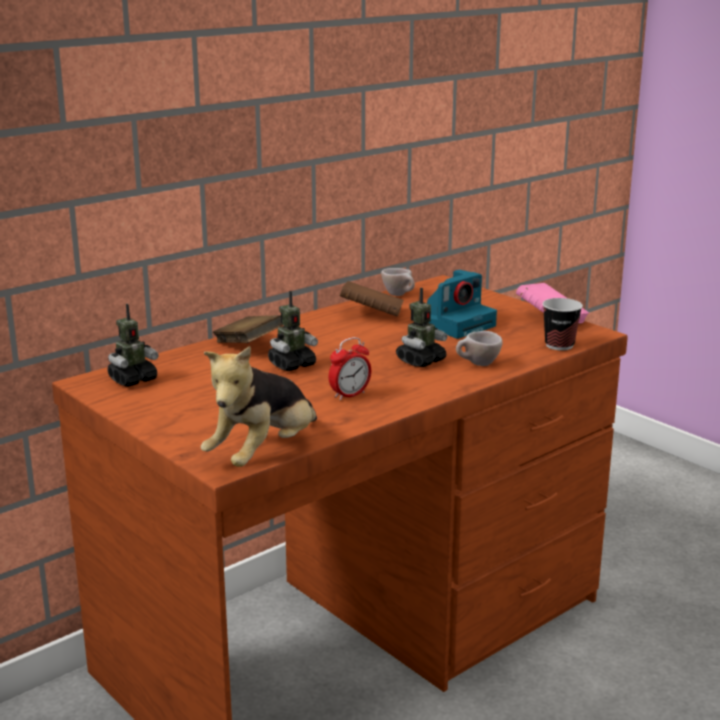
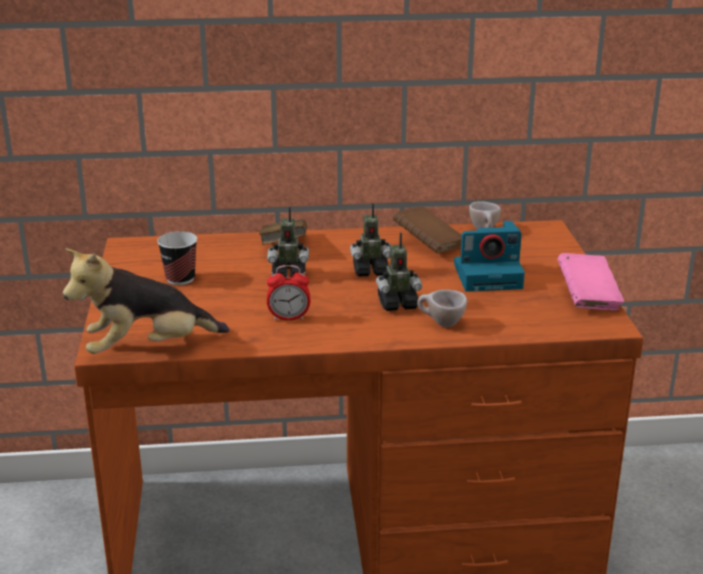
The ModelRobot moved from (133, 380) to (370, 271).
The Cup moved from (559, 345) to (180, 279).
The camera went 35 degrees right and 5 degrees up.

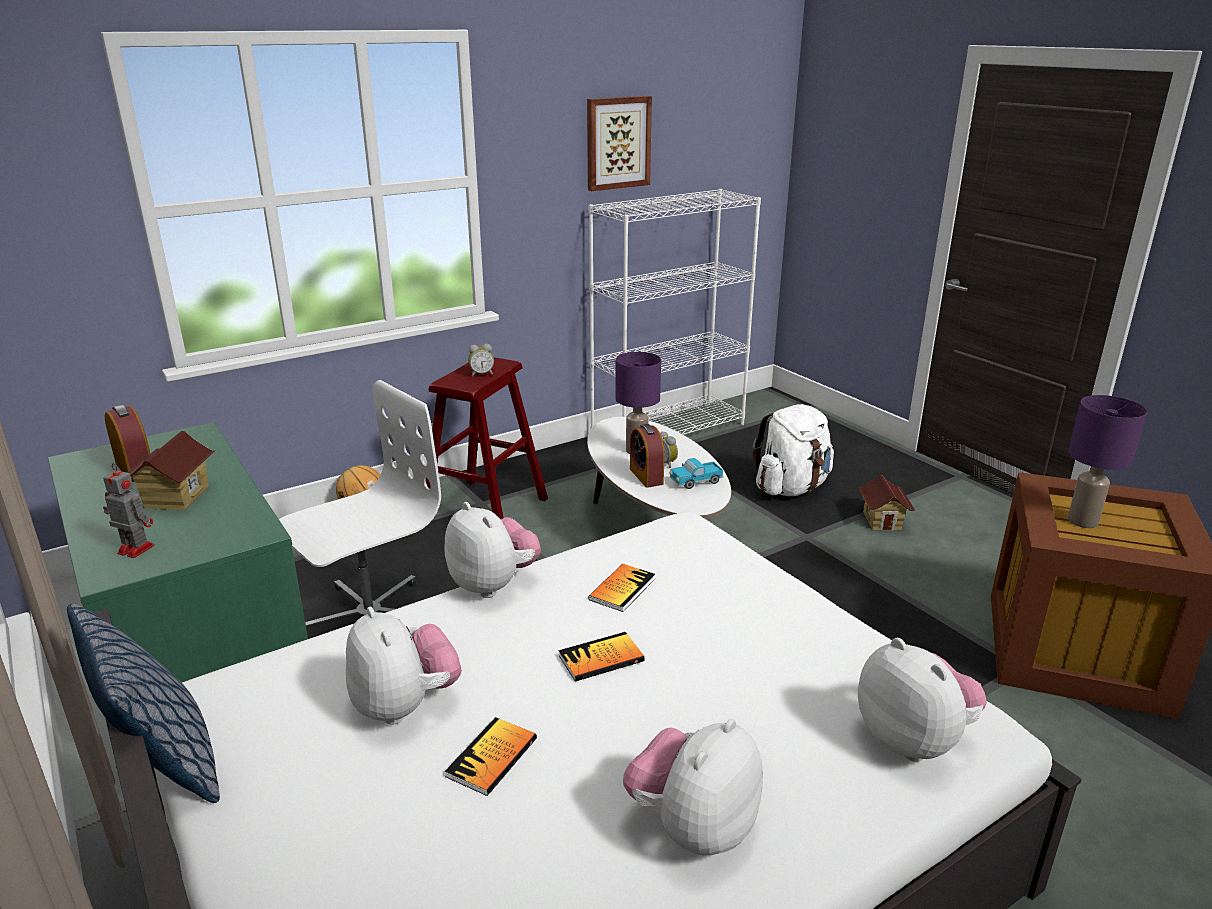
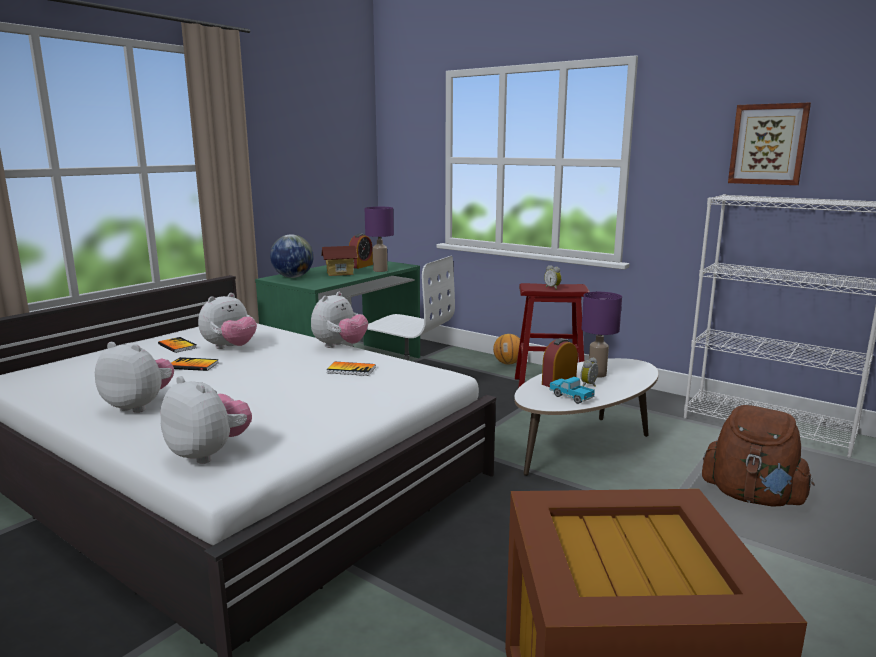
The Pillow at (165, 765) disappeared.
The ModelRobot at (134, 549) was replaced by the WorldGlobe at (293, 277).
The Book moved from (601, 658) to (177, 346).
The WhitishBackpack at (791, 488) became the BrownishBackpack at (752, 497).
The ModelHouse at (882, 520) disappeared.
The PlushToy at (913, 740) turned 90 degrees counterclockwise.
The PurplishTabletopLamp moved from (1081, 521) to (380, 270).
The camera went 70 degrees right and 10 degrees down.

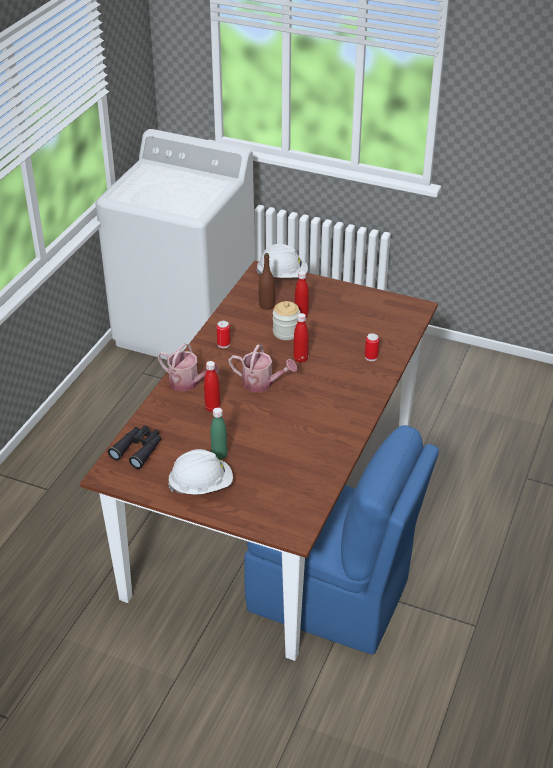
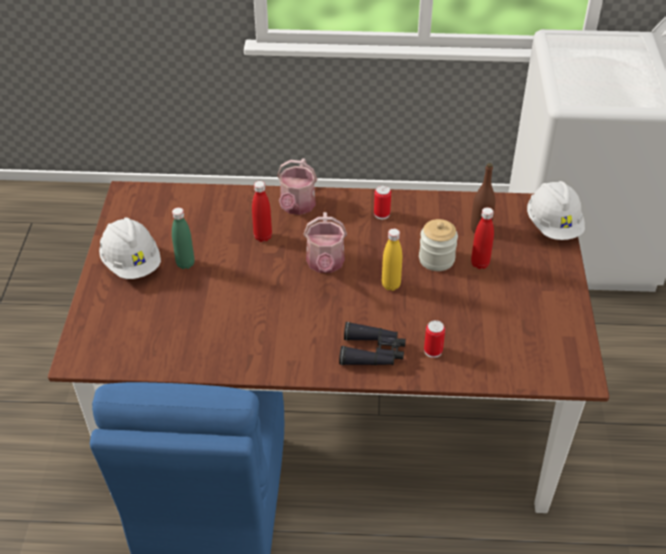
The BlackPairOfBinoculars moved from (138, 449) to (373, 352).
The RedBeverageBottle at (300, 359) became the YellowBeverageBottle at (391, 285).
The camera went 70 degrees right and 5 degrees up.

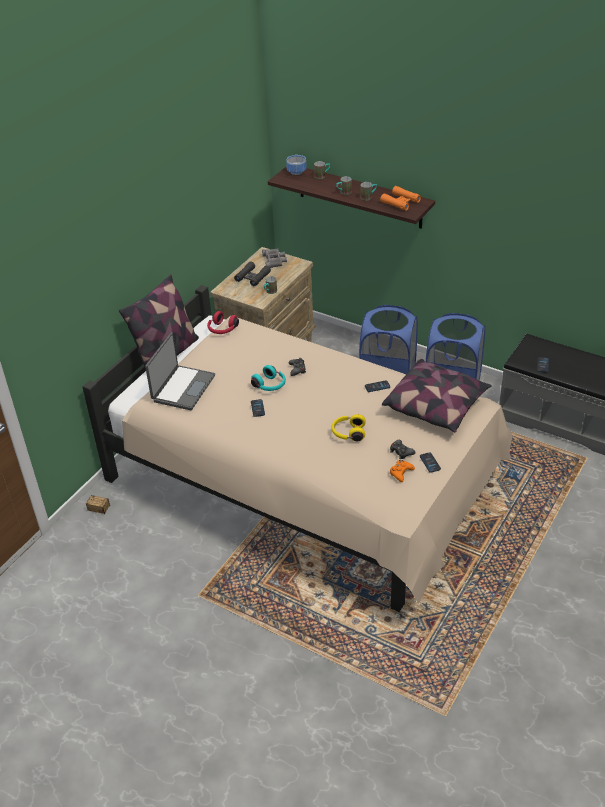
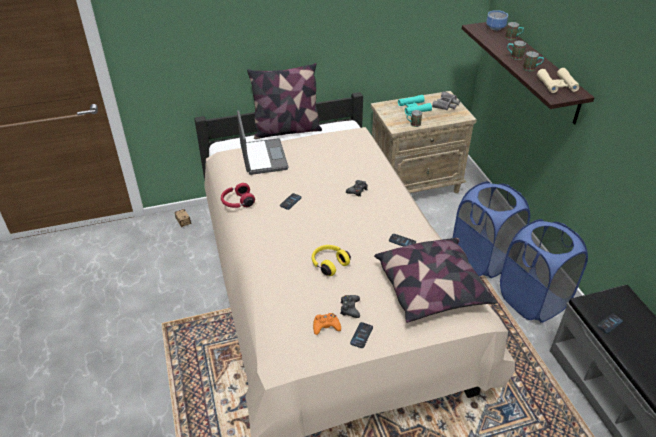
The PortableComputer at (182, 388) turned 75 degrees counterclockwise.
The RedHeadset moved from (222, 329) to (237, 202).
The BlackPairOfBinoculars at (252, 277) became the TurquoiseColouredPairOfBinoculars at (414, 108).
The TurquoiseColouredHeadset at (270, 385) disappeared.
The OrangeColouredPairOfBinoculars at (400, 202) became the BeigePairOfBinoculars at (556, 84).
The camera went 40 degrees right and 0 degrees up.

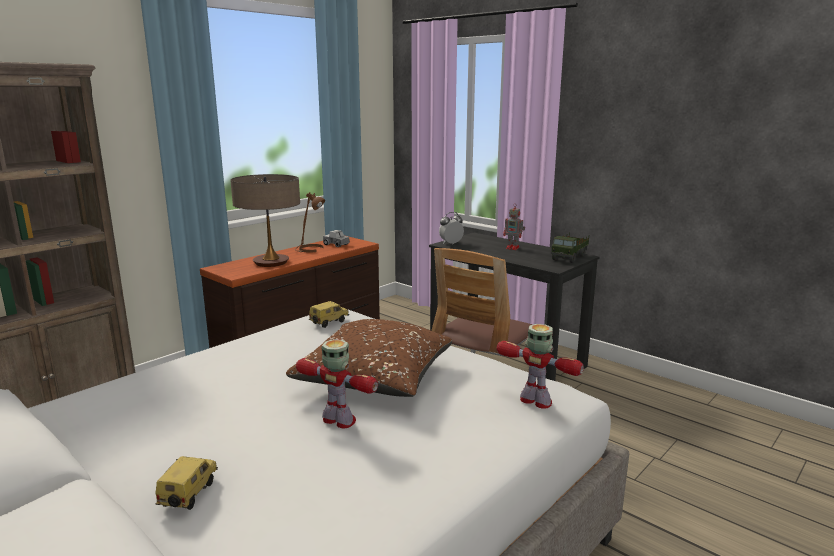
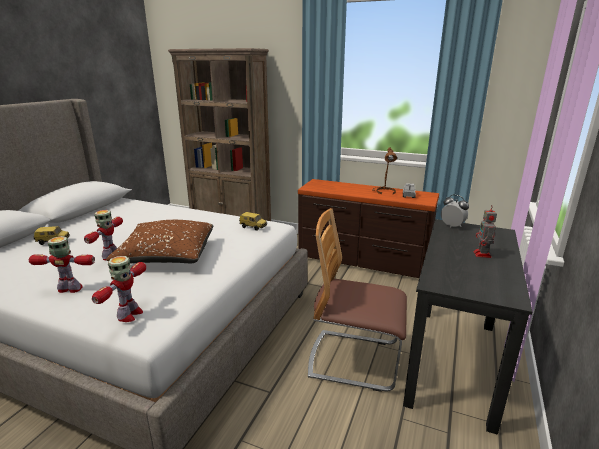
The TabletopLamp at (271, 262) disappeared.
The ToyTruck at (569, 257) disappeared.
The ModelRobot at (70, 289) appeared.
The camera went 70 degrees right and 5 degrees up.

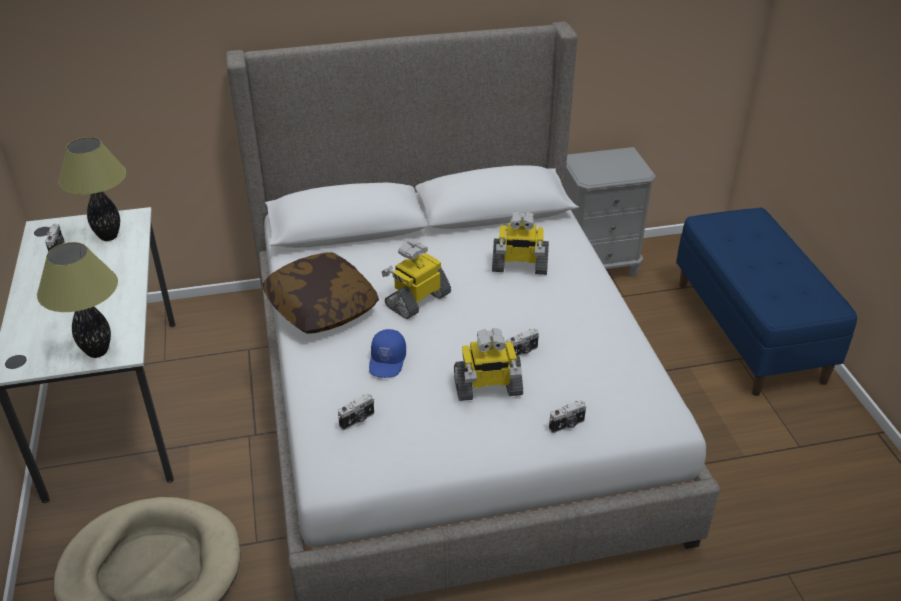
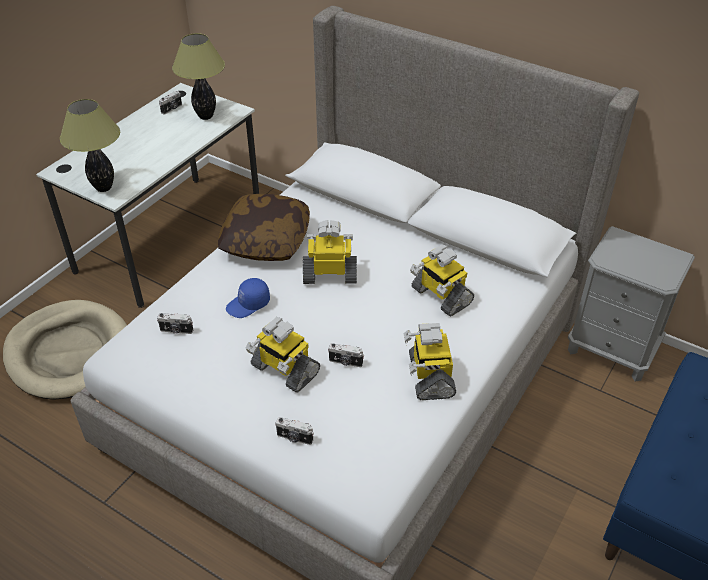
The ModelRobot at (429, 376) appeared.
The camera went 45 degrees right and 5 degrees up.

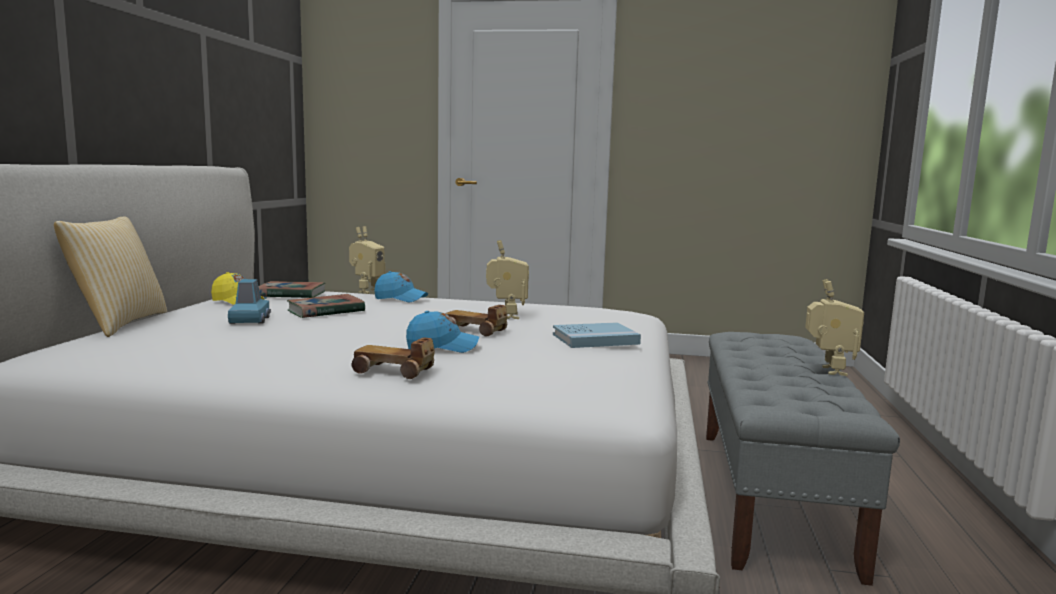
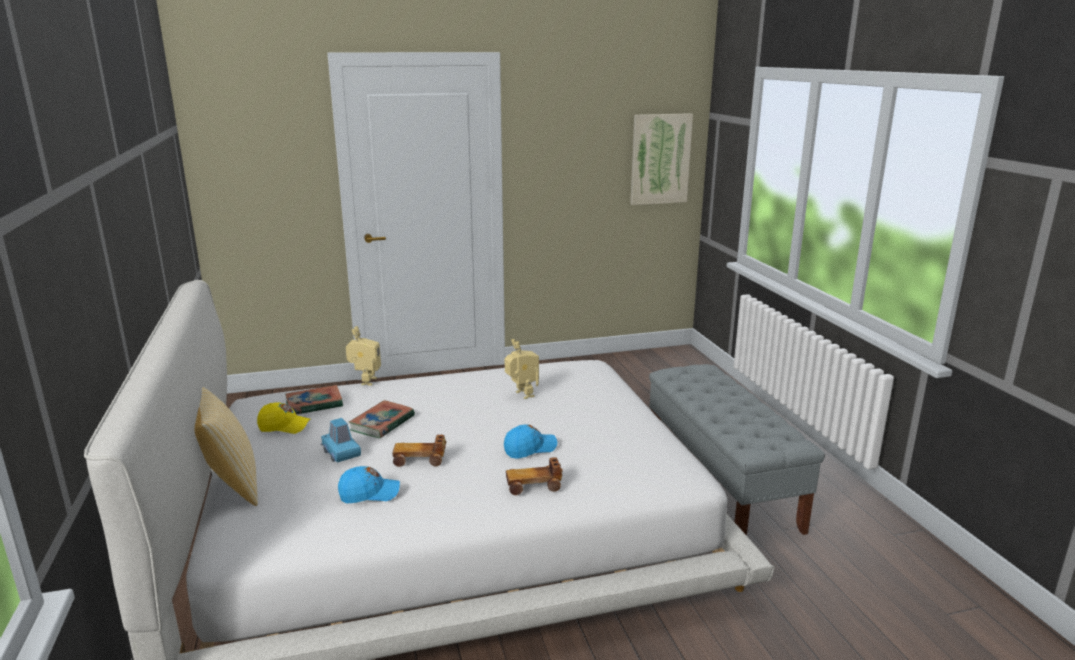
The BluishCap moved from (400, 299) to (369, 494).
The ModelCar moved from (475, 331) to (420, 459).
The BluishBook at (595, 339) disappeared.
The ModelRobot at (828, 370) disappeared.
The WallPicture at (660, 159) appeared.
The camera went 25 degrees left and 10 degrees up.

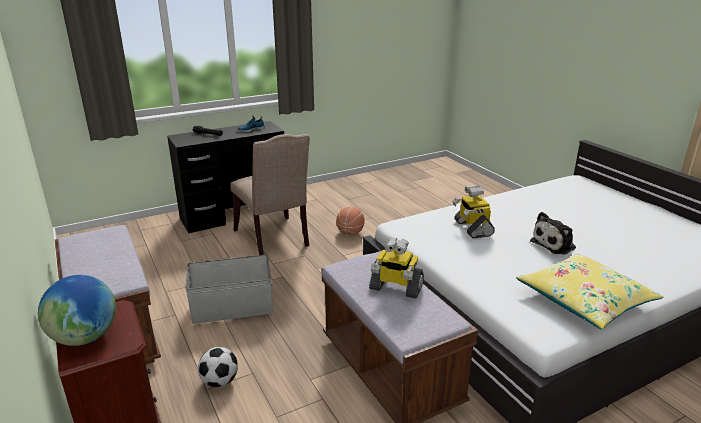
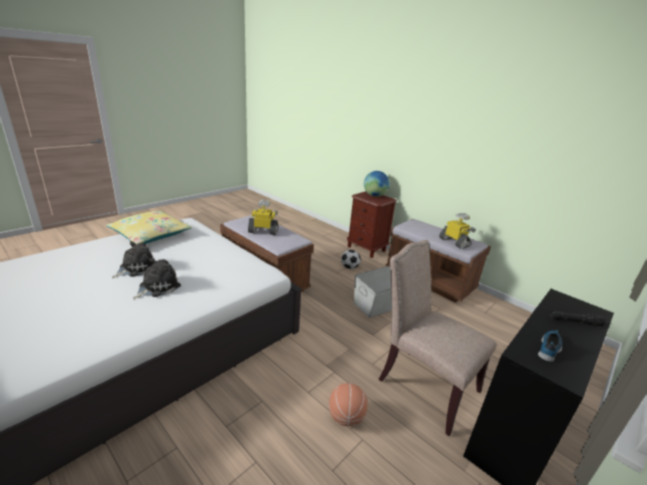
The ModelRobot moved from (472, 228) to (454, 242).
The PlushToy at (157, 287) appeared.
The camera went 160 degrees right and 0 degrees up.

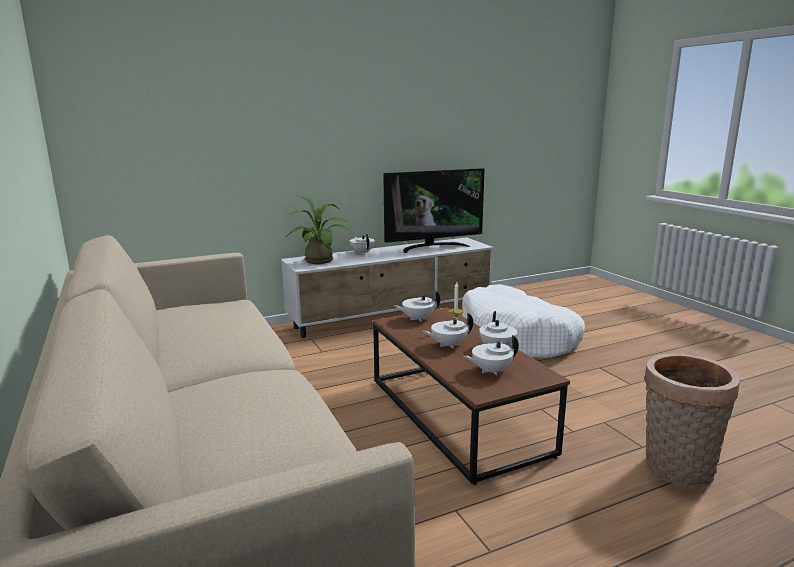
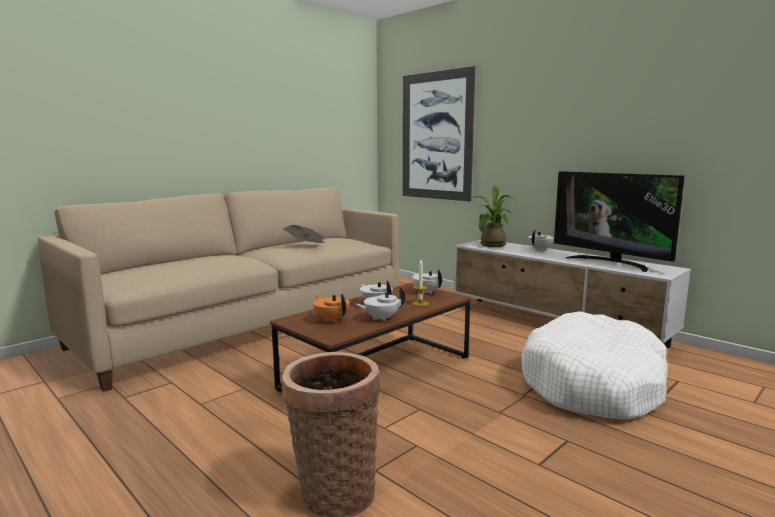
The WhitishTeaPot at (491, 371) became the OrangeColouredTeaPot at (331, 320).
The DailyPaper at (306, 246) appeared.
The WallPicture at (436, 136) appeared.
The camera went 70 degrees right and 5 degrees down.

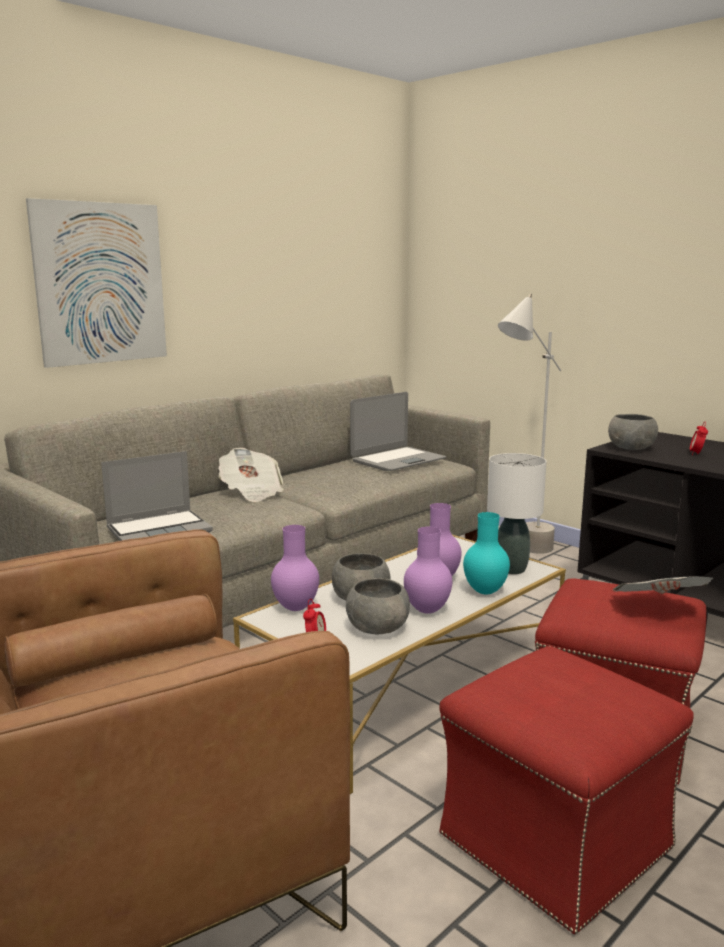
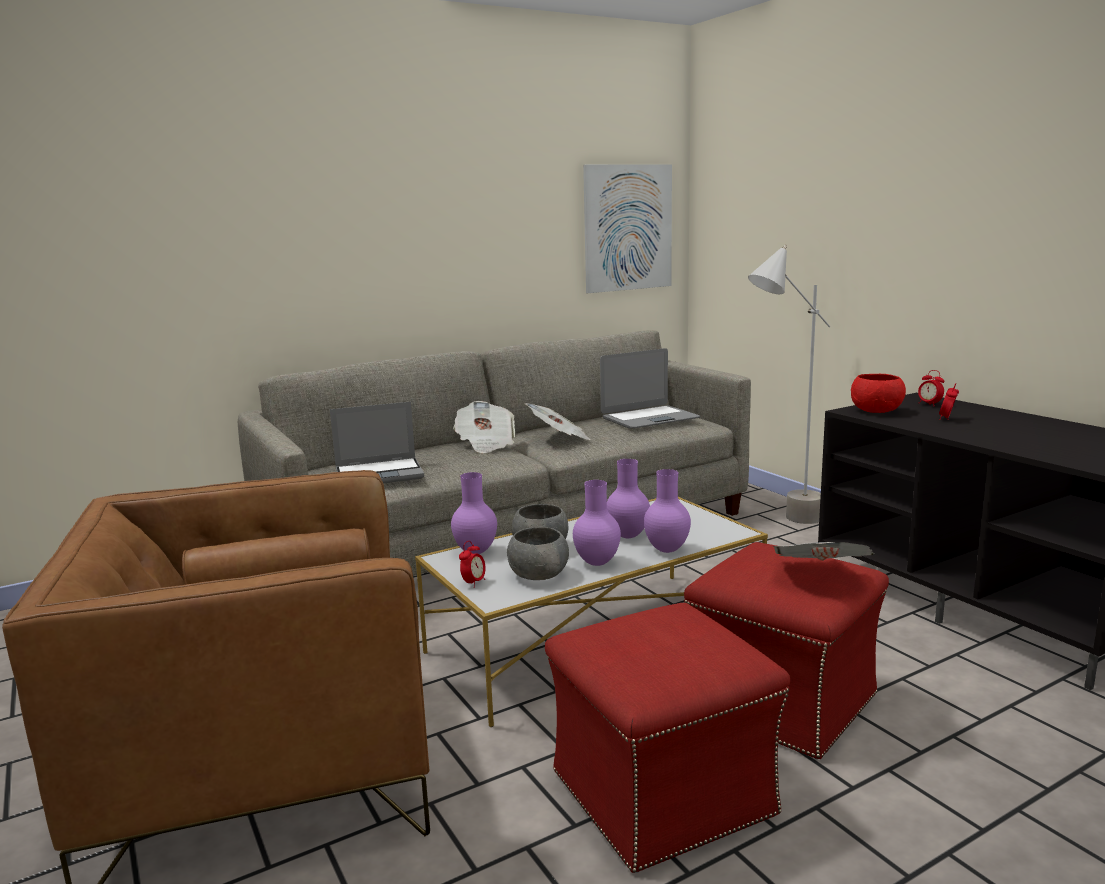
The WallPicture moved from (100, 283) to (628, 228).
The TurquoiseColouredVase at (484, 591) became the PurplishVase at (666, 549).
The WhitishTabletopLamp at (511, 569) disappeared.
The GreyishServingBowl at (631, 448) became the RedServingBowl at (876, 411).
The DailyPaper at (559, 438) appeared.
The BedsideClock at (929, 404) appeared.
The camera went 15 degrees right and 0 degrees up.

